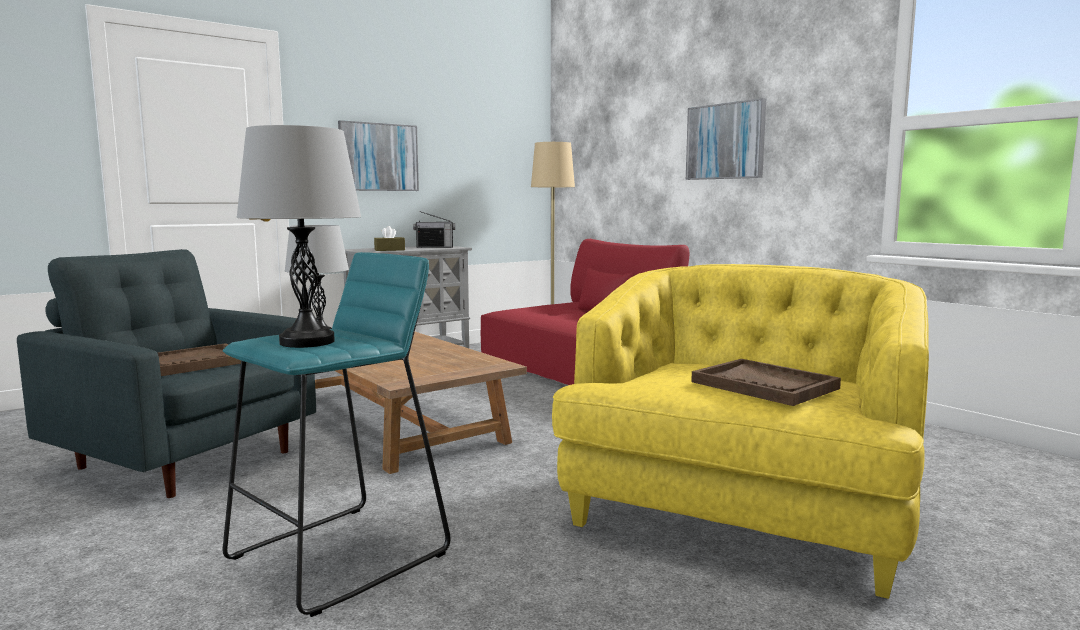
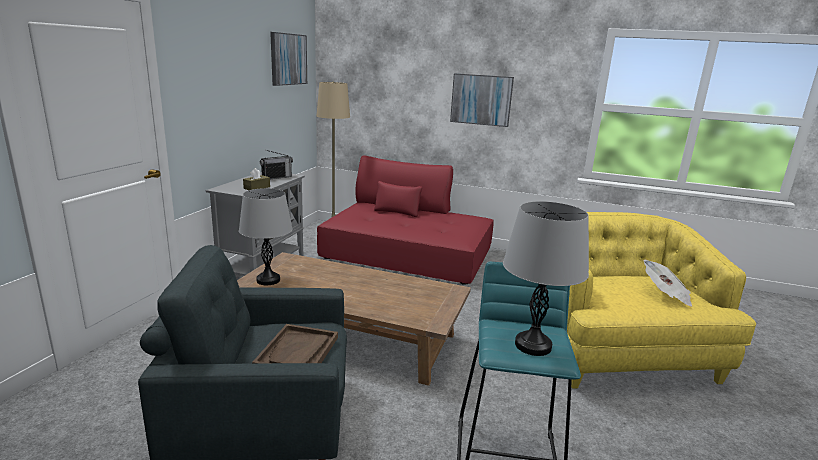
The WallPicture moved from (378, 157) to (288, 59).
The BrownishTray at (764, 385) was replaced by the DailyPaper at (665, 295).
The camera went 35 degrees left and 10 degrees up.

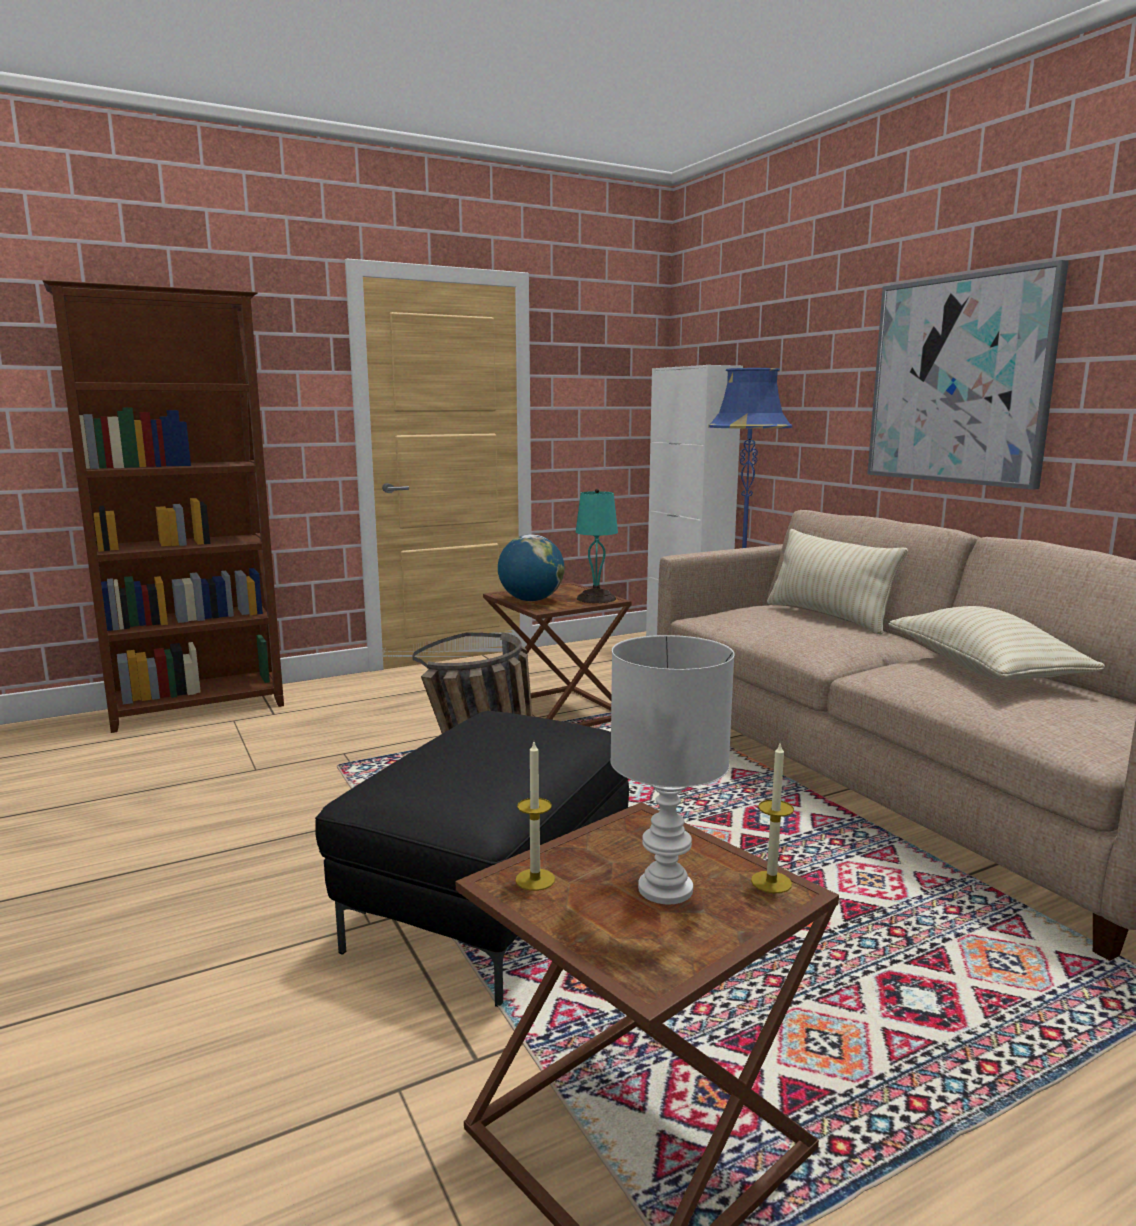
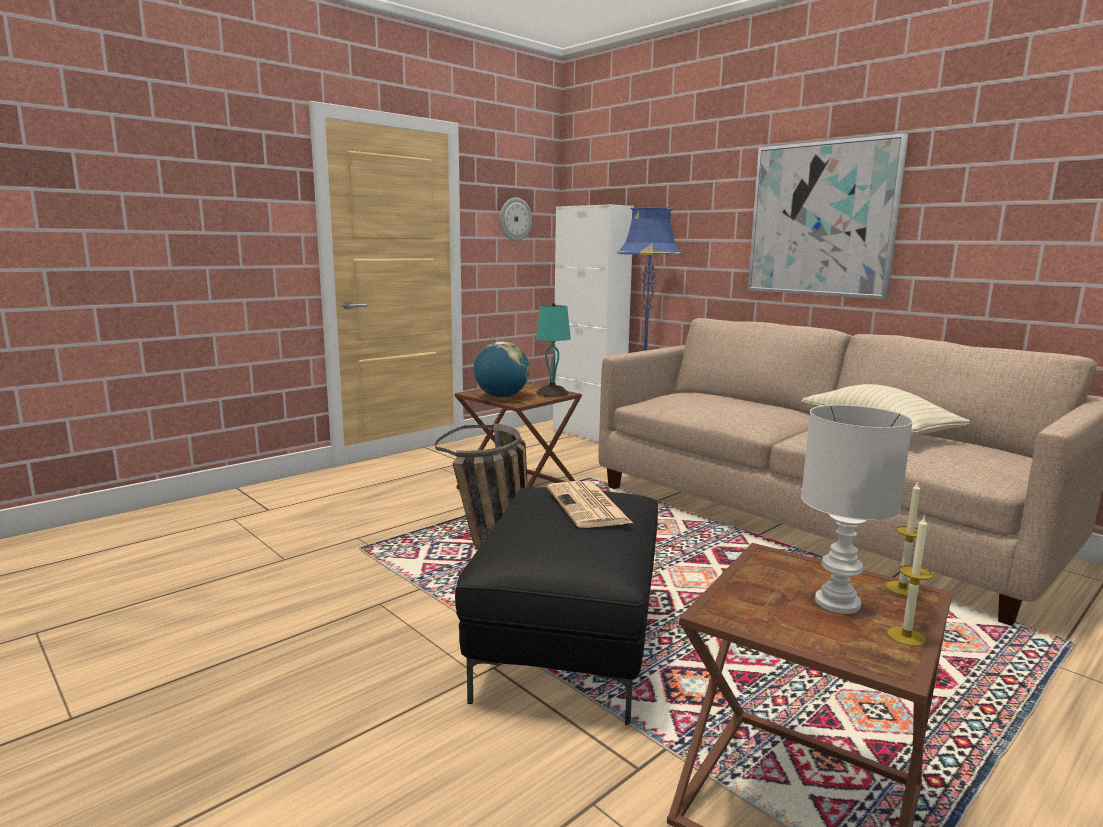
The BrownishBookcase at (199, 709) disappeared.
The Candle moved from (535, 879) to (906, 636).
The BeigePillow at (828, 617) disappeared.
The WallClock at (515, 219) appeared.
The DailyPaper at (589, 506) appeared.
The camera went 15 degrees left and 0 degrees up.

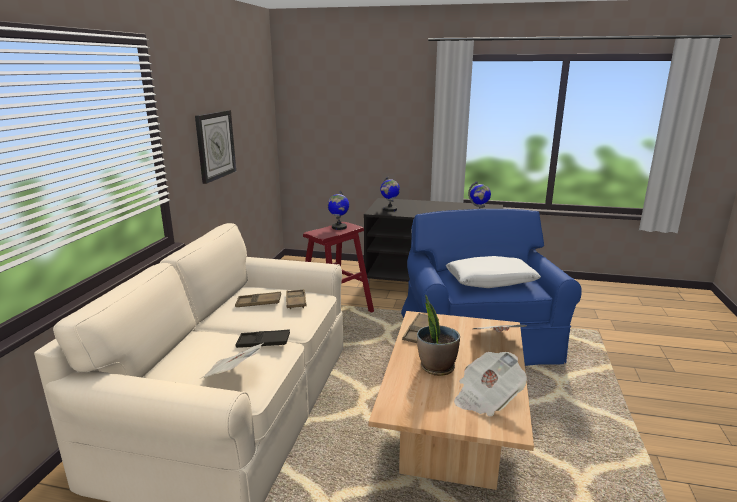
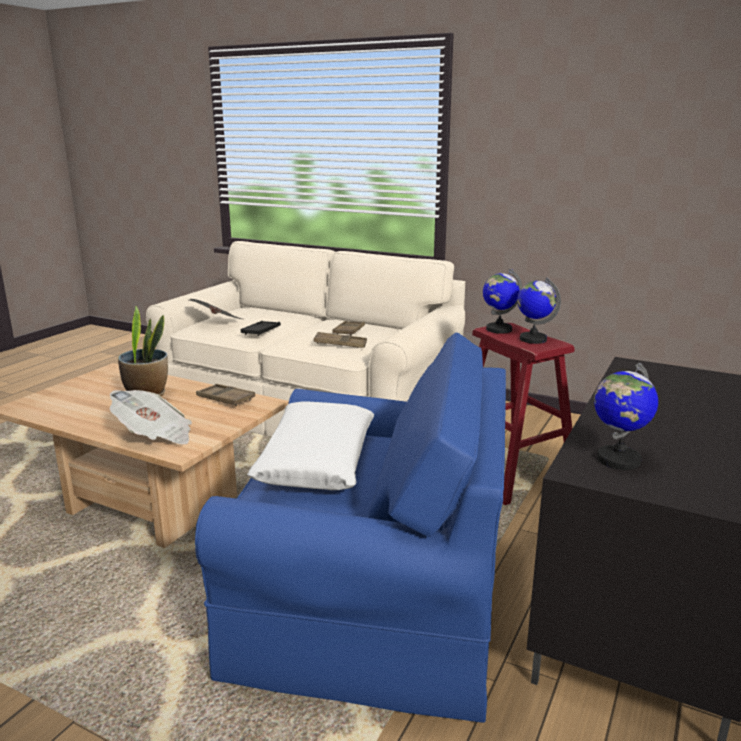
The WallClock at (215, 145) disappeared.
The WorldGlobe moved from (390, 209) to (498, 329).
The DailyPaper at (486, 398) disappeared.
The camera went 105 degrees right and 0 degrees up.

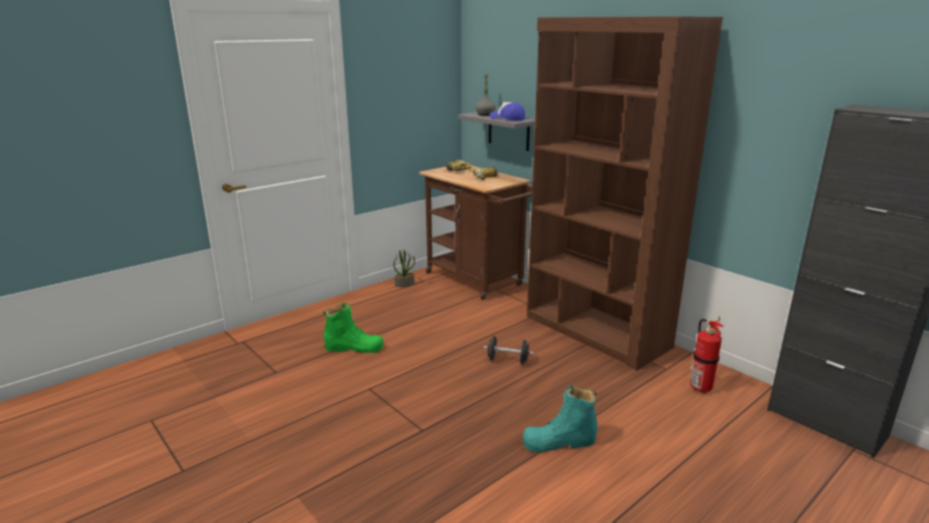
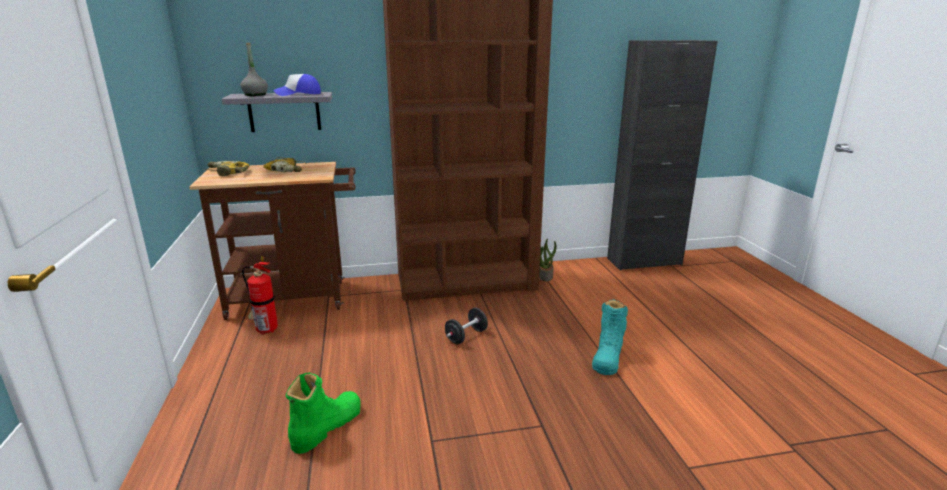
The PottedPlant moved from (404, 284) to (545, 276).
The FireFightingCylinder moved from (699, 387) to (265, 330).
The camera went 60 degrees left and 0 degrees up.

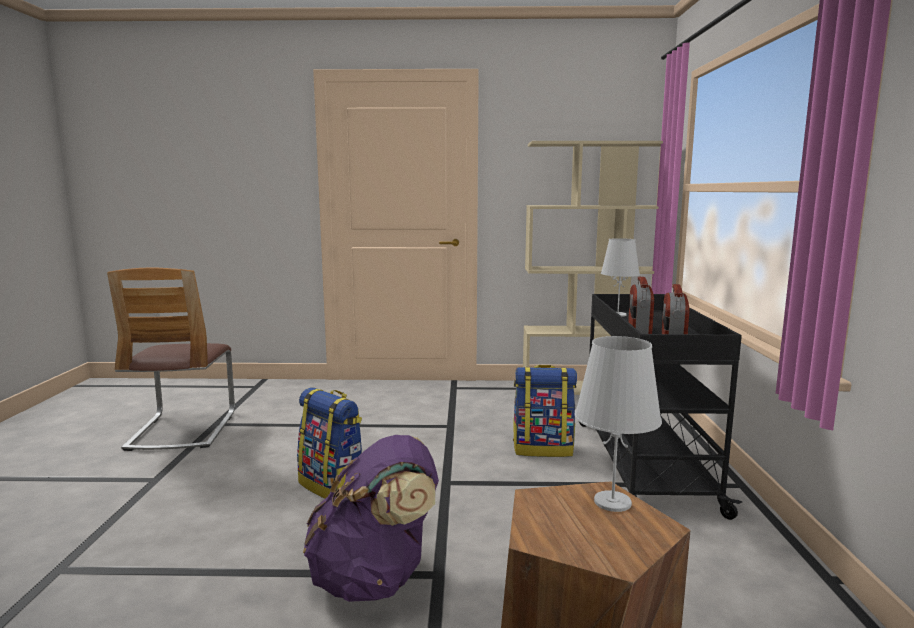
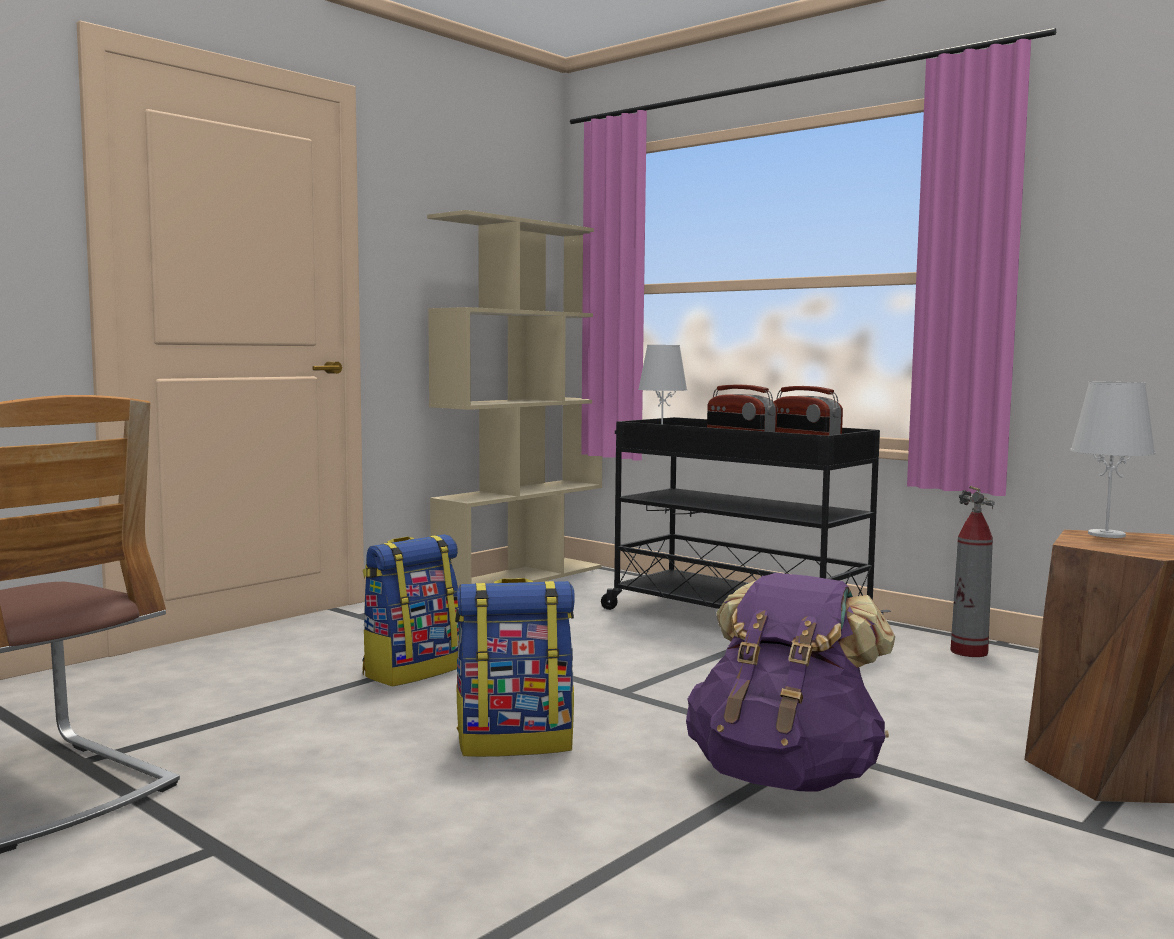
The Backpack moved from (543, 449) to (412, 671).
The FireFightingCylinder at (969, 652) appeared.
The camera went 50 degrees left and 5 degrees down.

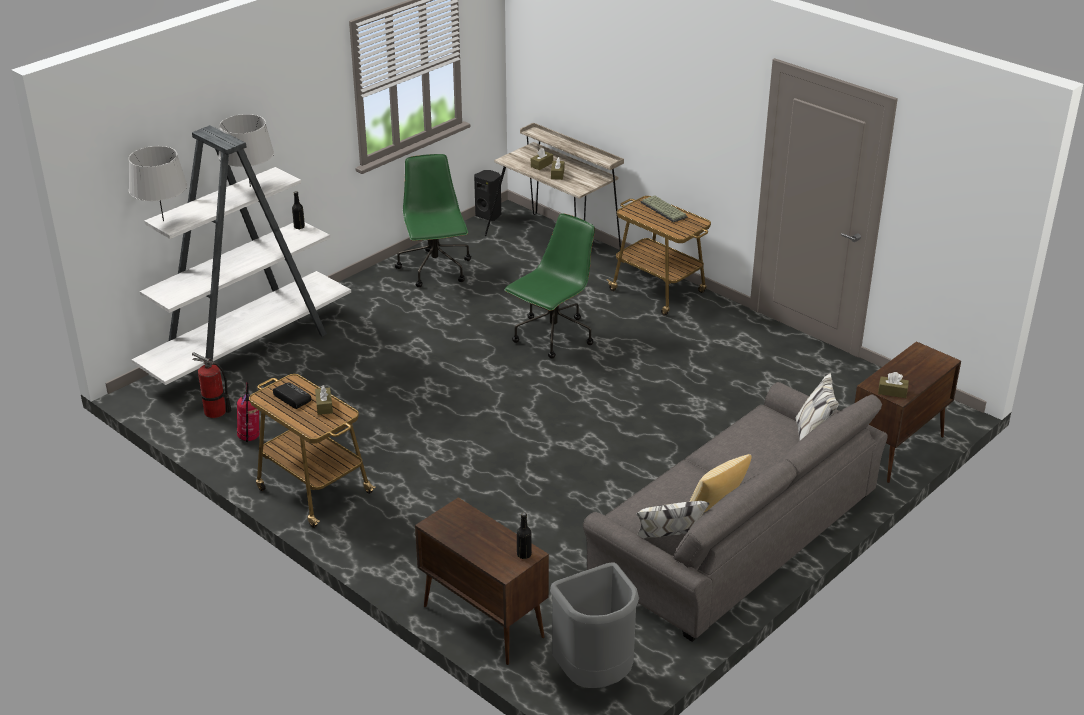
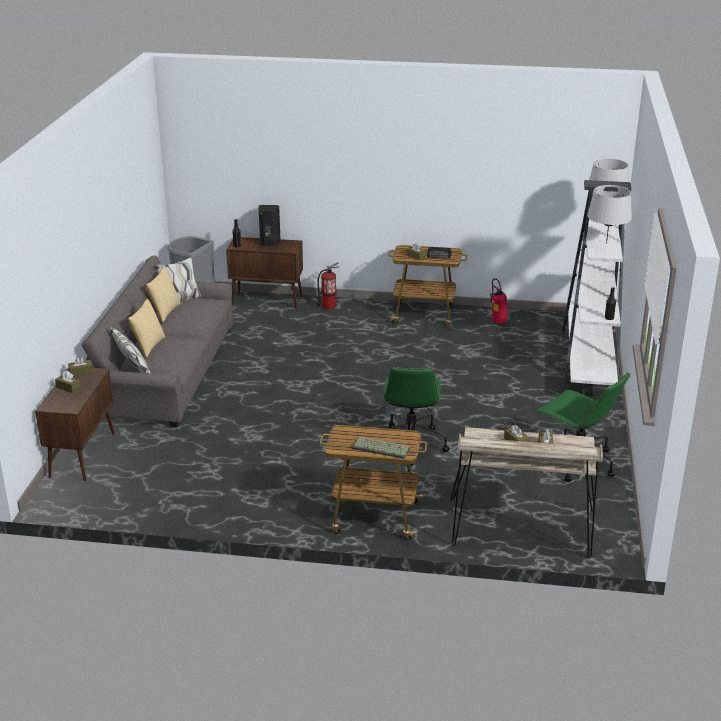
The FireFightingCylinder moved from (215, 412) to (328, 306).
The BlackLoudspeaker moved from (489, 215) to (269, 243).
The BrownishTissueHolder at (68, 387) appeared.
The Pillow at (148, 346) appeared.
The camera went 145 degrees right and 5 degrees down.

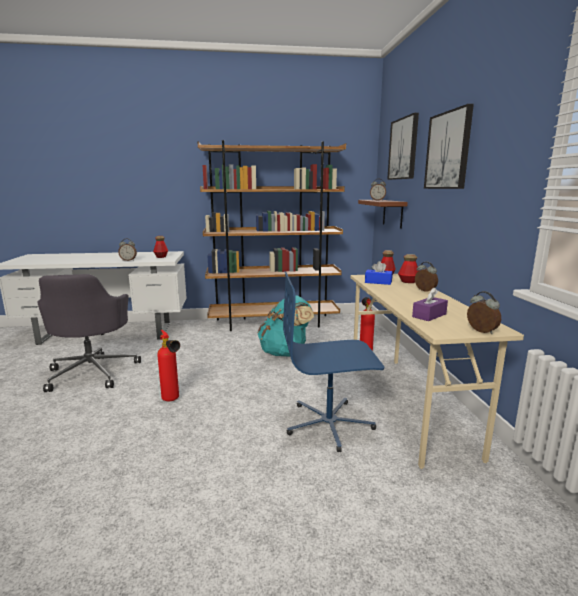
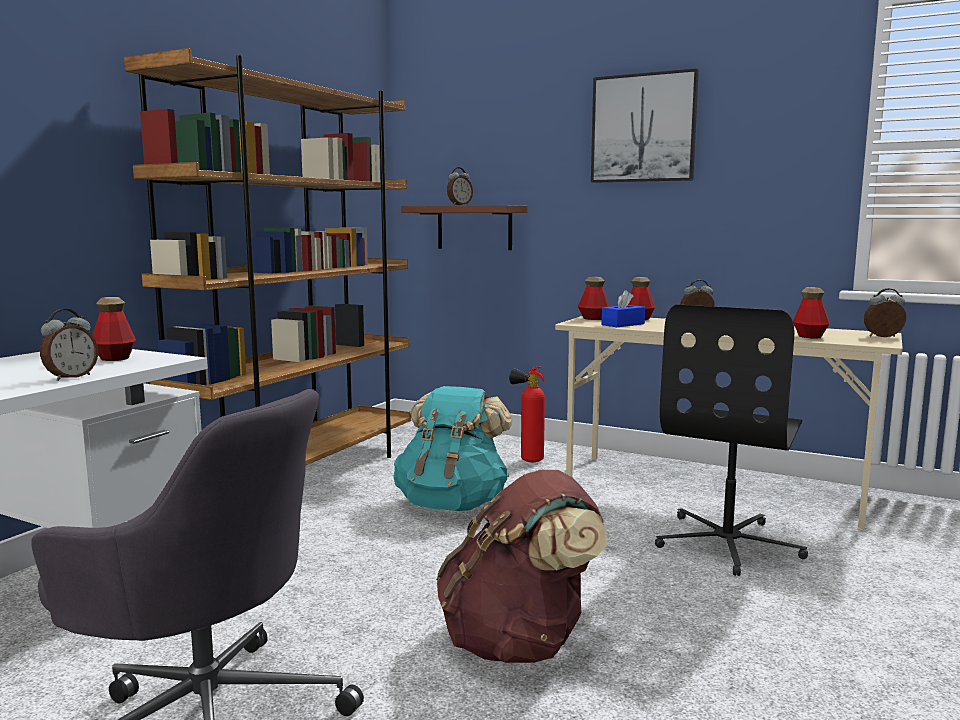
The FireFightingCylinder at (172, 400) was replaced by the BrownishBackpack at (519, 643).
The BluishOfficeChair at (329, 424) became the BlackOfficeChair at (728, 543).
The WallPicture at (403, 149) disappeared.
The PurplishTissueHolder at (429, 315) was replaced by the BeverageBottle at (809, 336).
The camera went 55 degrees left and 5 degrees down.

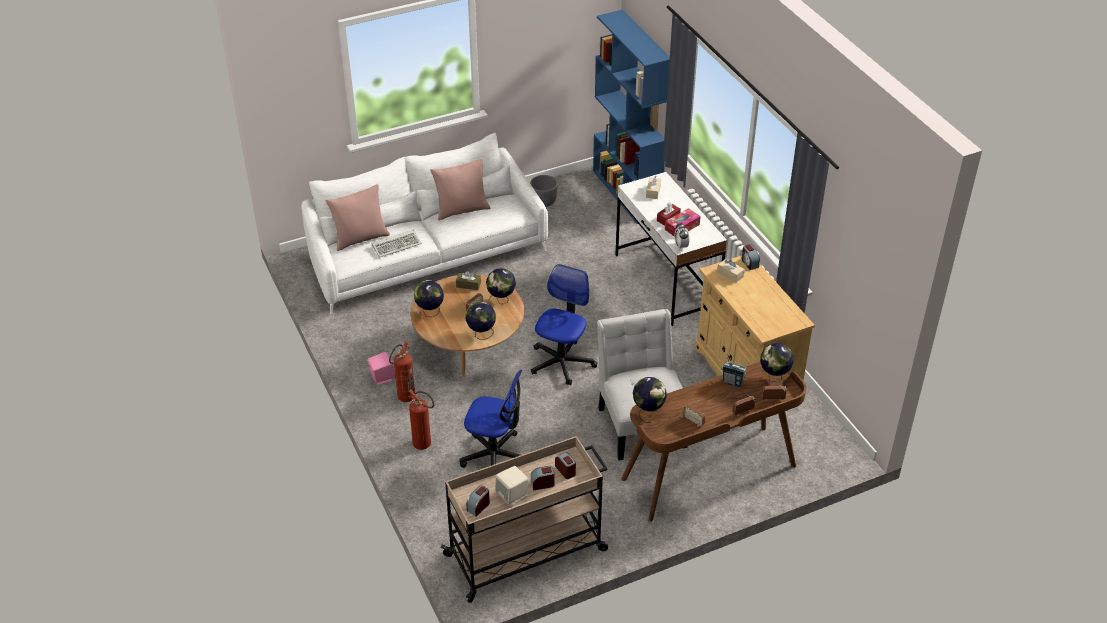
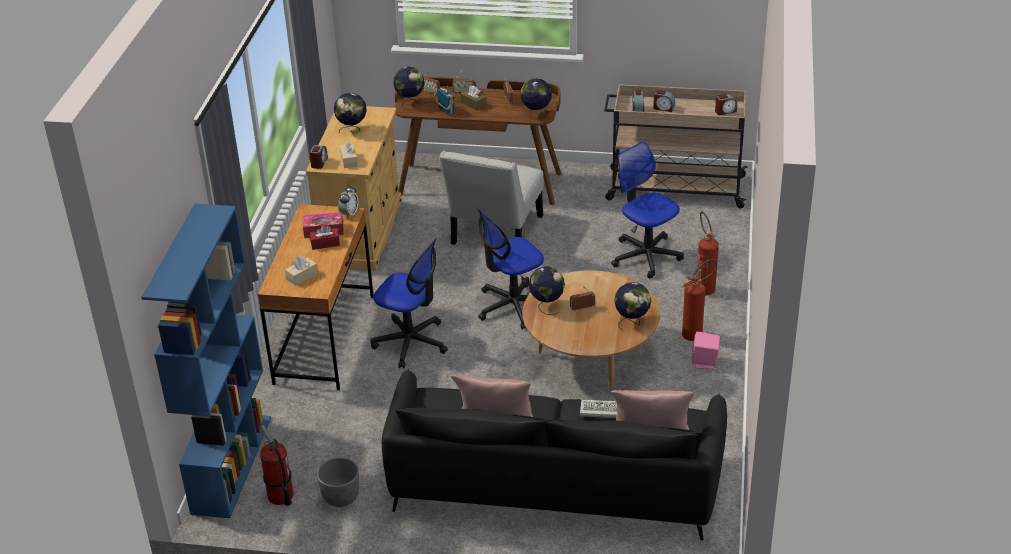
The WhitishSofa at (426, 256) became the BlackSofa at (553, 485).
The BrownishTissueHolder moved from (468, 285) to (473, 104).
The WorldGlobe moved from (481, 334) to (352, 131).
The BeigeLoudspeaker at (512, 496) disappeared.
The WhitishDesk at (666, 282) became the BrownishDesk at (325, 339).
The FireFightingCylinder at (280, 496) appeared.
The OfficeChair at (411, 342) appeared.
The camera went 145 degrees left and 5 degrees down.

